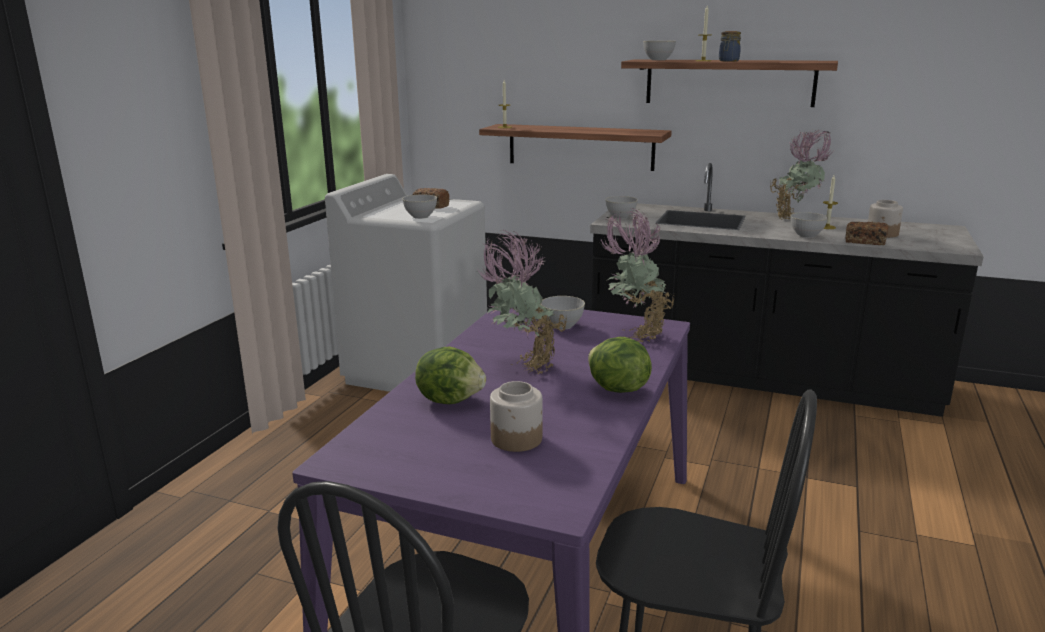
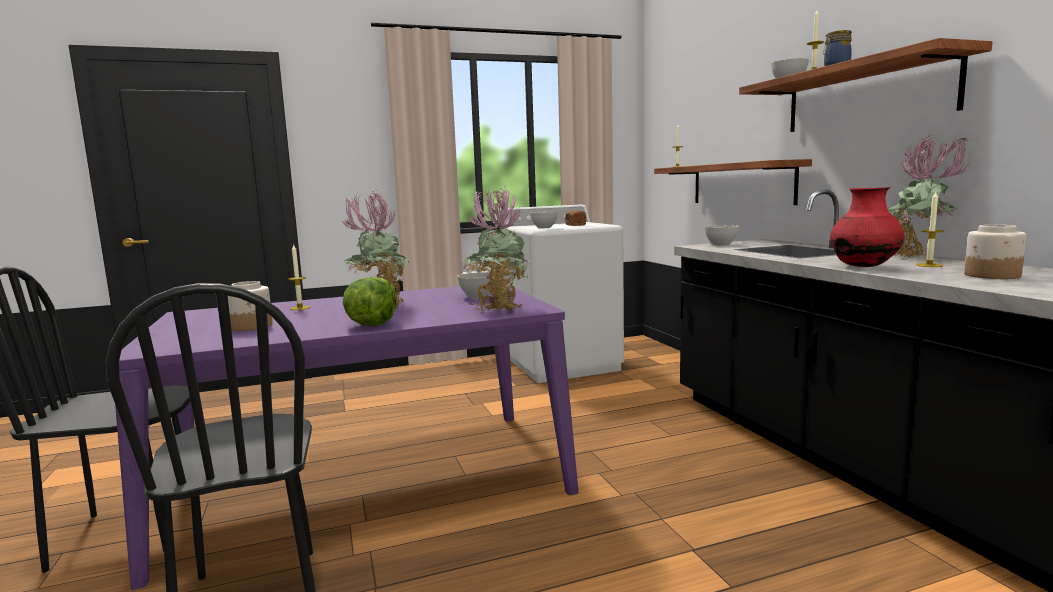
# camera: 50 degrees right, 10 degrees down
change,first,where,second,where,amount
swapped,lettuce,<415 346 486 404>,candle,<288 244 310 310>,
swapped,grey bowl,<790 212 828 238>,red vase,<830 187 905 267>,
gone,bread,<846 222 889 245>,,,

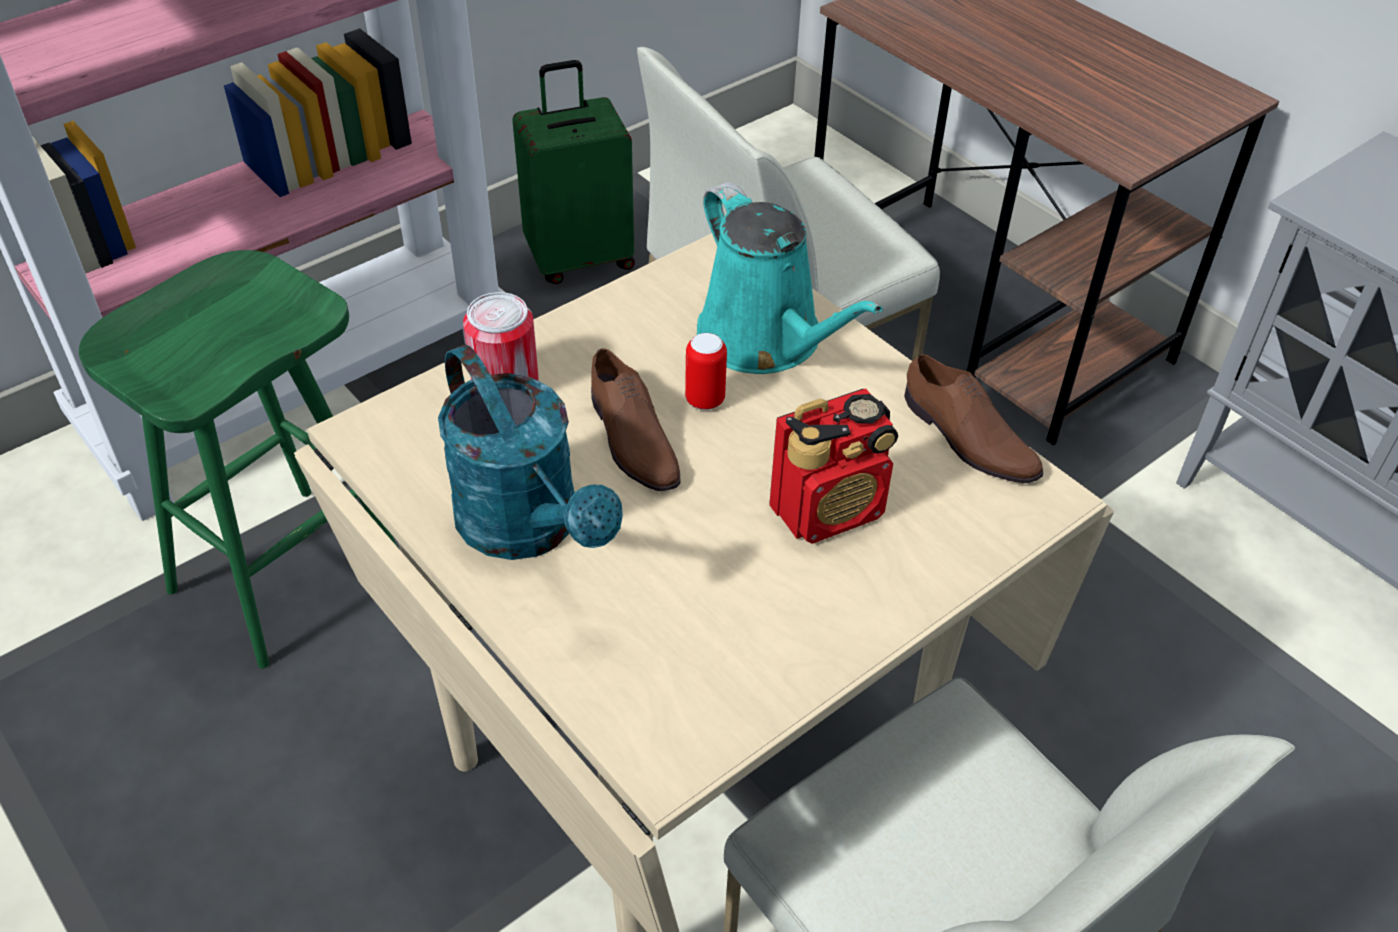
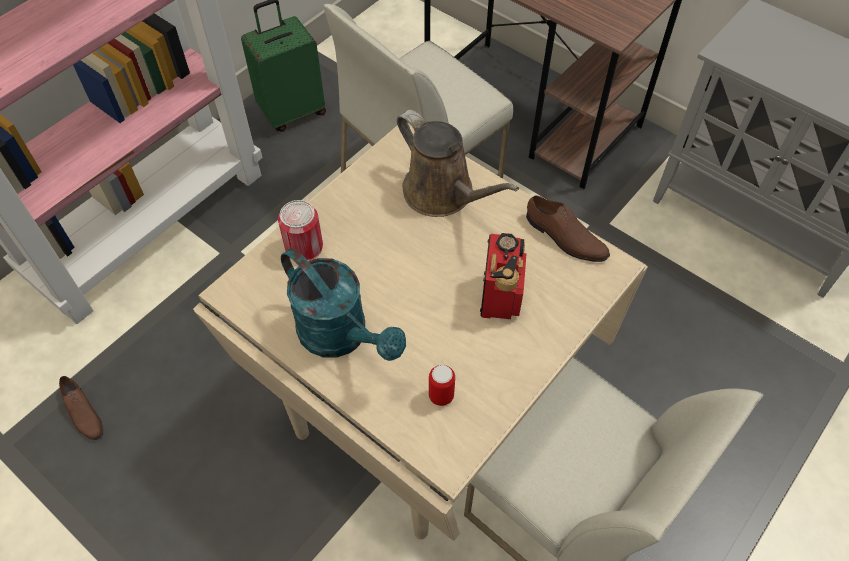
# camera: 10 degrees left, 10 degrees up
change,first,where,second,where,amount
gone,green stool,<79 250 398 669>,,,
shifted,brown shoe,<591 348 681 491>,,<59 376 103 440>,
shifted,can,<685 333 727 410>,,<429 365 455 406>,
repainted,turquoise watering can,<697 182 883 374>,brown watering can,<397 110 519 217>,
rotated,radio,<769 389 898 544>,,<480 233 527 319>,45 degrees counterclockwise

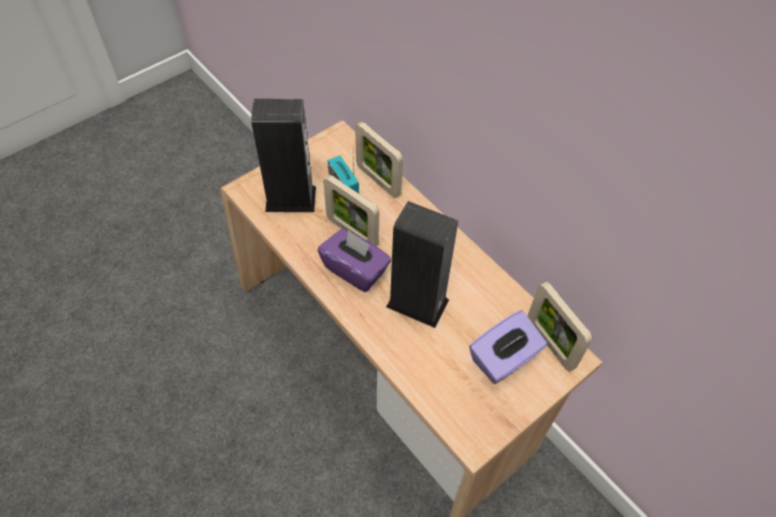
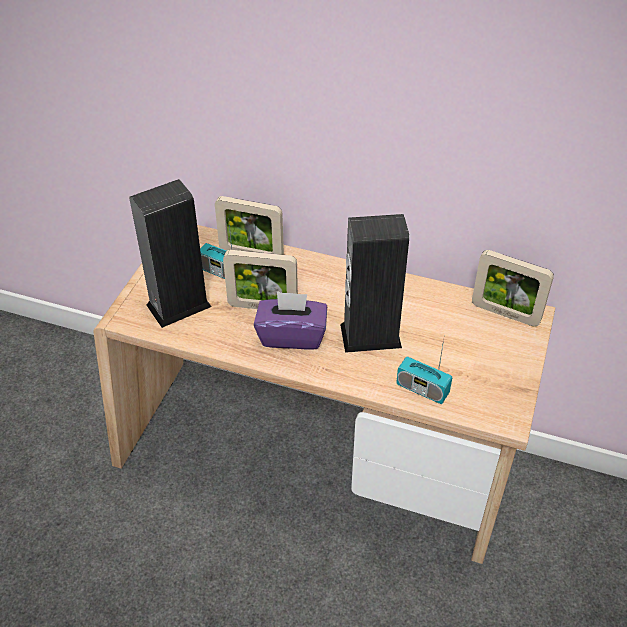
# camera: 30 degrees left, 10 degrees down
change,first,where,second,where,amount
gone,purple tissue box,<469 310 547 384>,,,
new,,,radio,<396 335 452 404>,

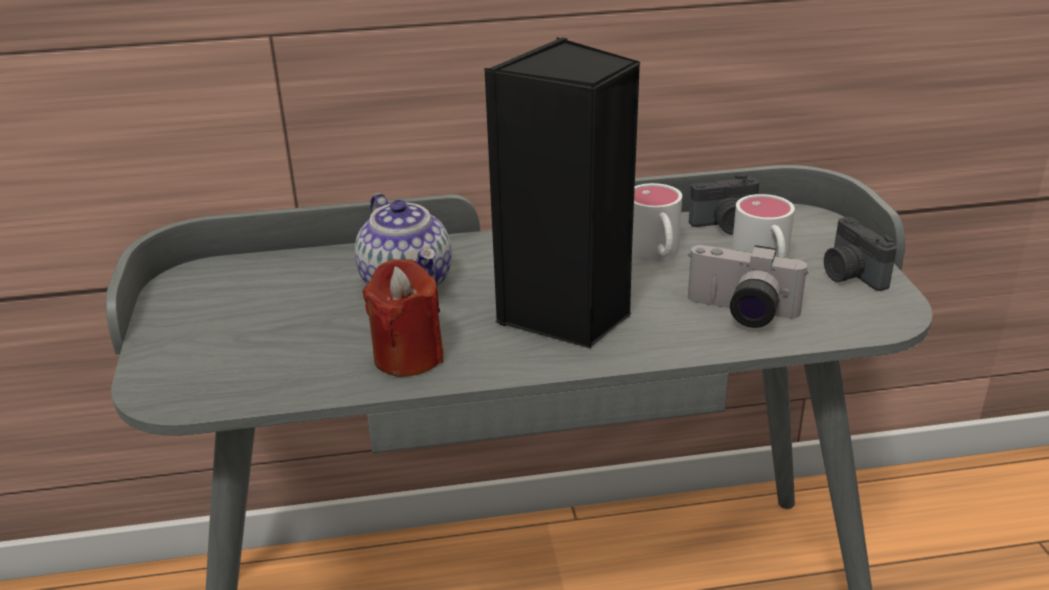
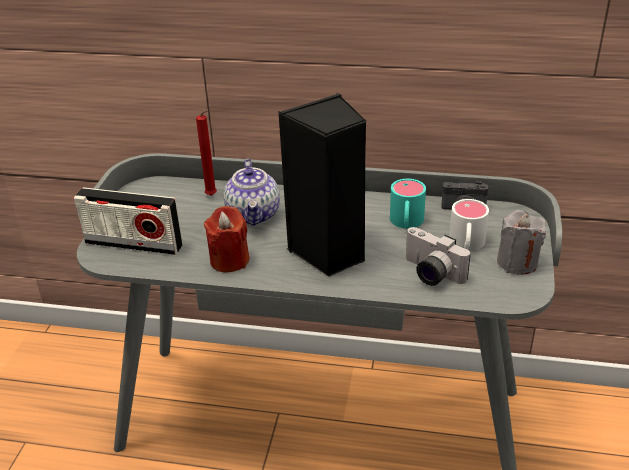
# camera: 20 degrees right, 5 degrees up
change,first,where,second,where,amount
repainted,white mug,<632 183 682 261>,turquoise mug,<390 179 426 229>,
swapped,photo camera,<824 217 897 291>,grey candle,<497 210 546 275>,
new,,,radio,<74 187 183 255>,
new,,,red candle,<196 110 217 196>,

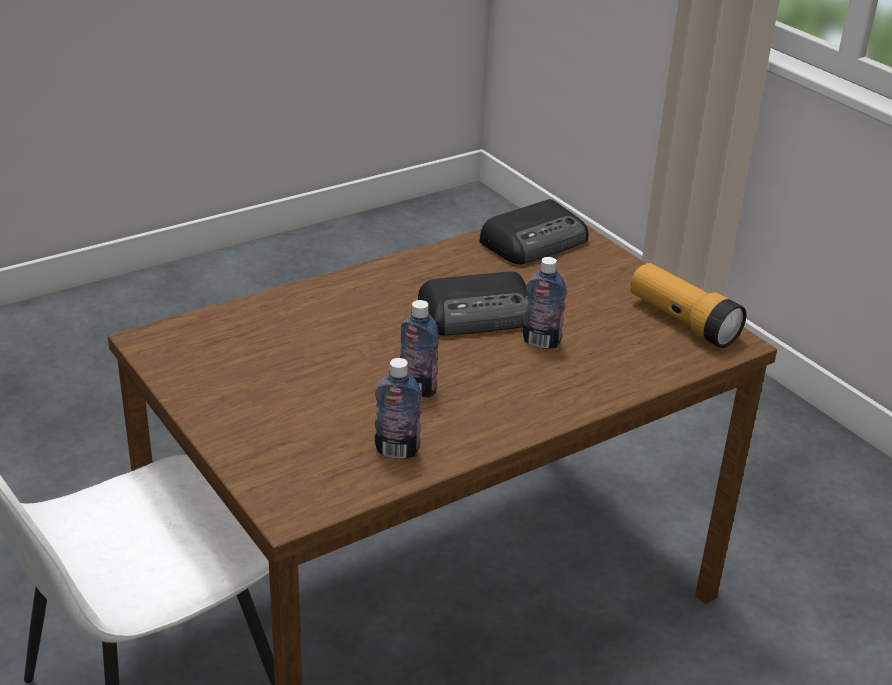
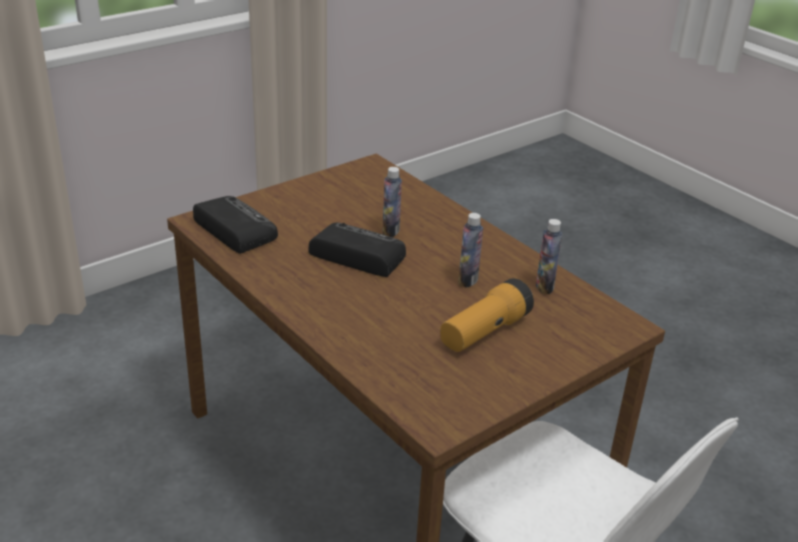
# camera: 95 degrees left, 0 degrees up
change,first,where,second,where,amount
rotated,radio,<418 271 527 335>,,<308 223 406 277>,45 degrees counterclockwise
shifted,flashlight,<631 263 746 348>,,<440 278 534 352>,

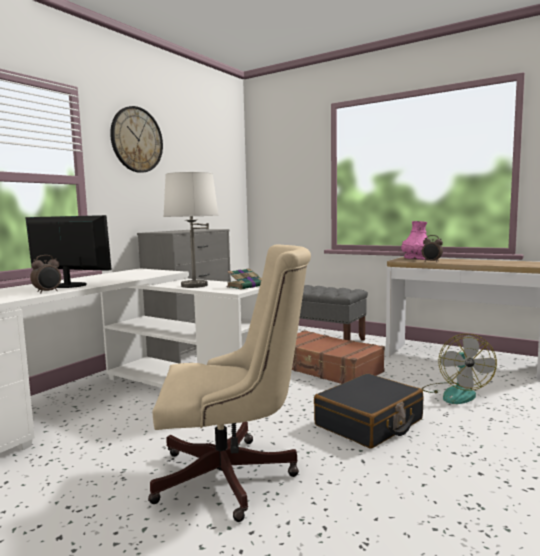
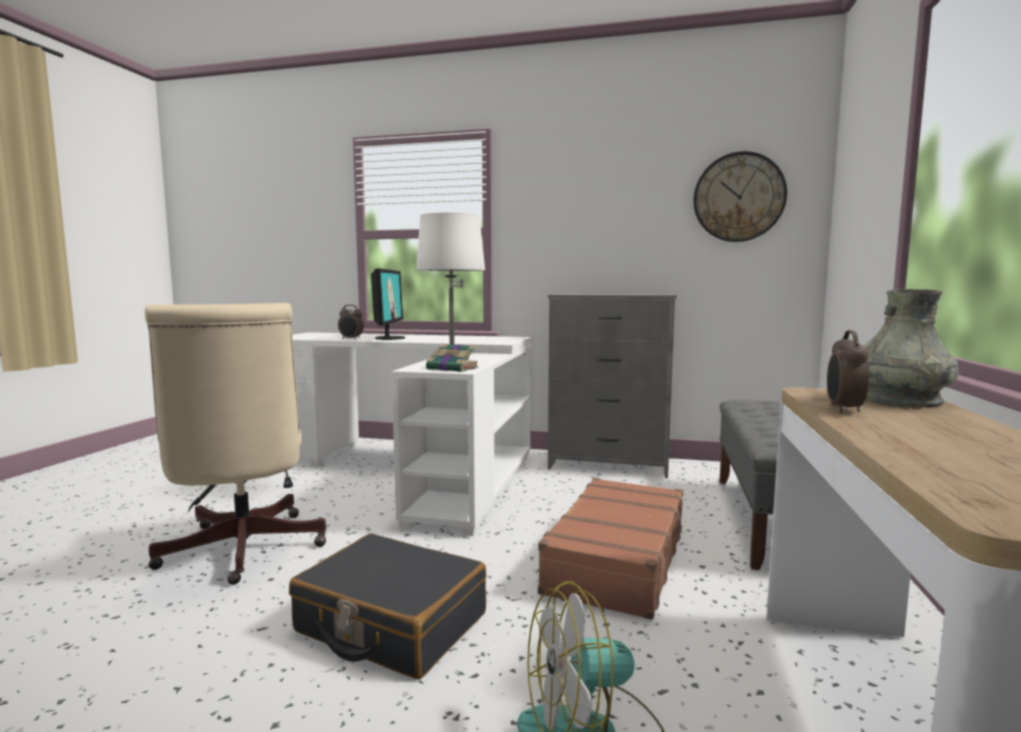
# camera: 70 degrees right, 0 degrees up
change,first,where,second,where,amount
shifted,wall clock,<110 106 163 173>,,<694 151 787 242>,
repainted,pink vase,<401 221 427 260>,grey vase,<864 289 959 408>,

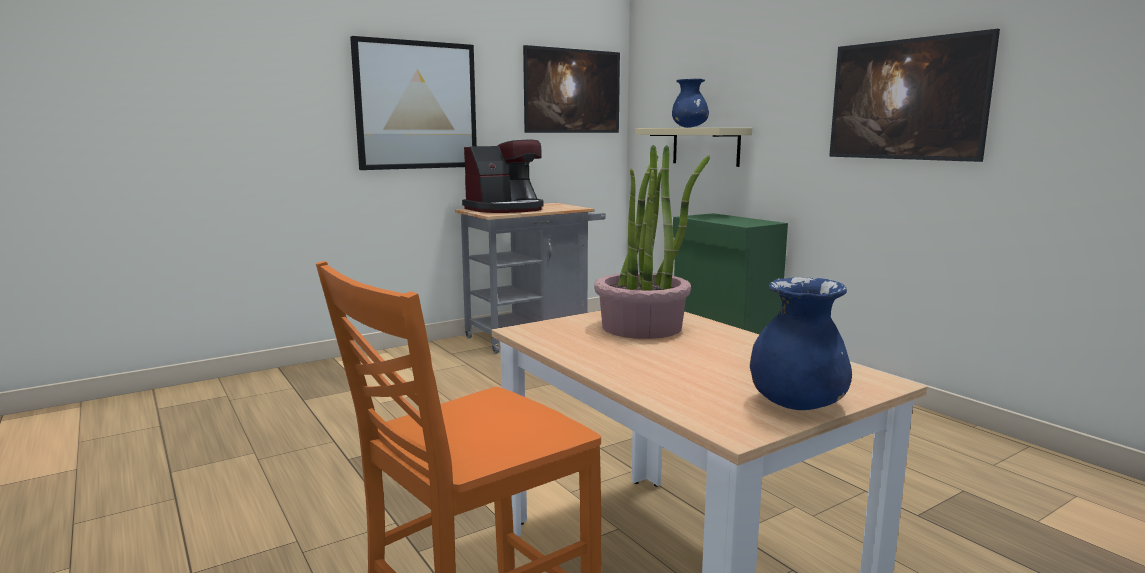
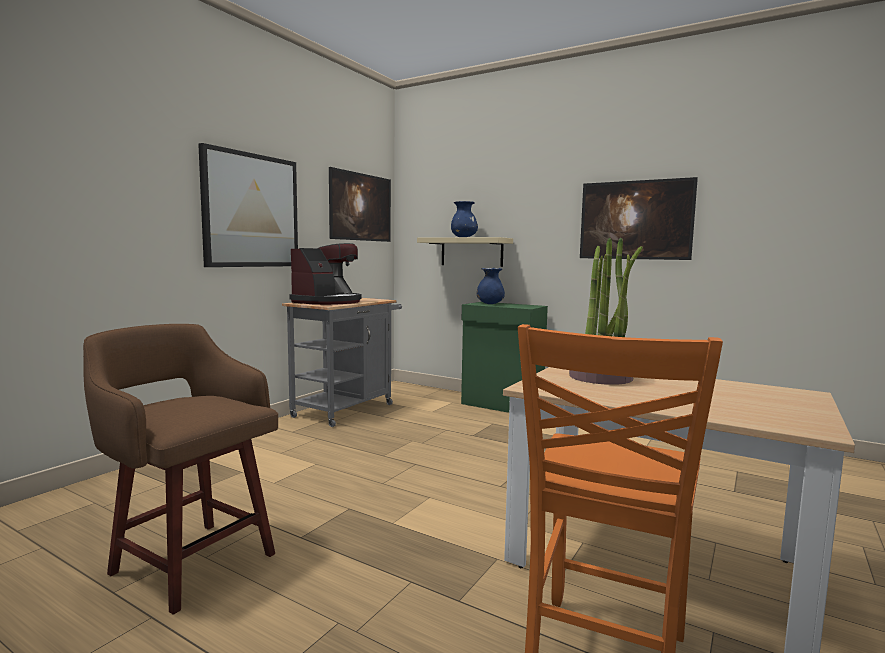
# camera: 25 degrees left, 5 degrees down
change,first,where,second,where,amount
shifted,blue vase,<750 277 852 410>,,<477 268 505 304>,
new,,,brown stool,<83 324 278 615>,

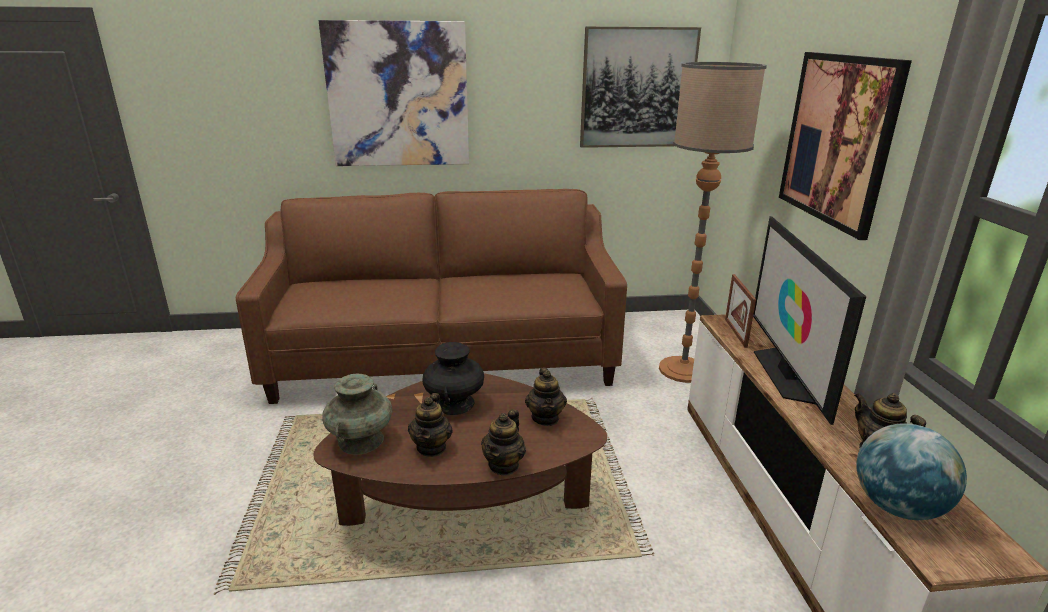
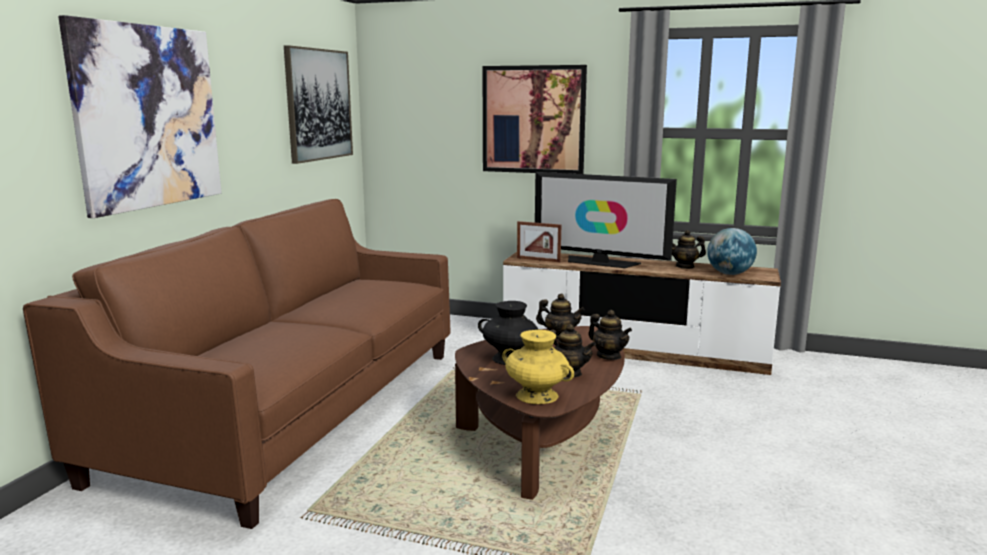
# camera: 65 degrees left, 10 degrees down
change,first,where,second,where,amount
repainted,turquoise vase,<322 374 392 455>,yellow vase,<502 330 574 404>,
gone,floor lamp,<659 62 767 383>,,,

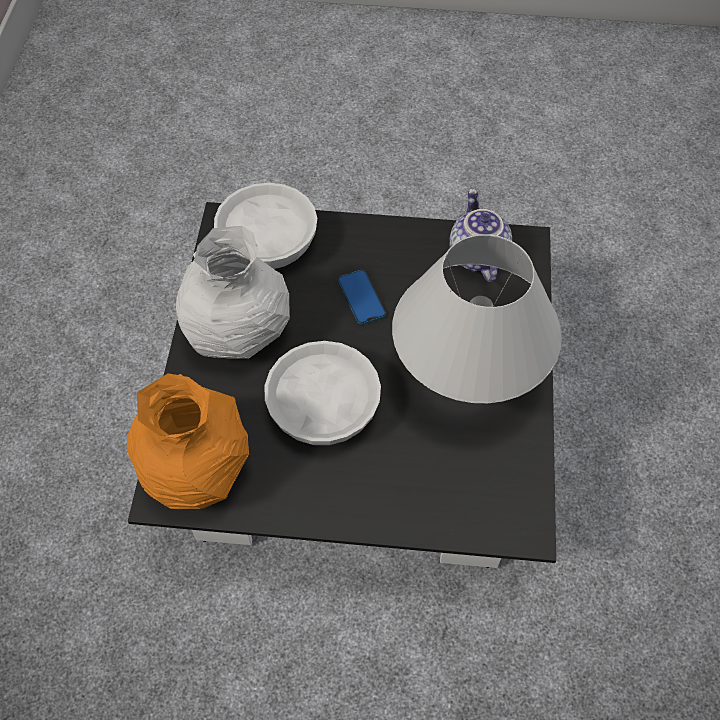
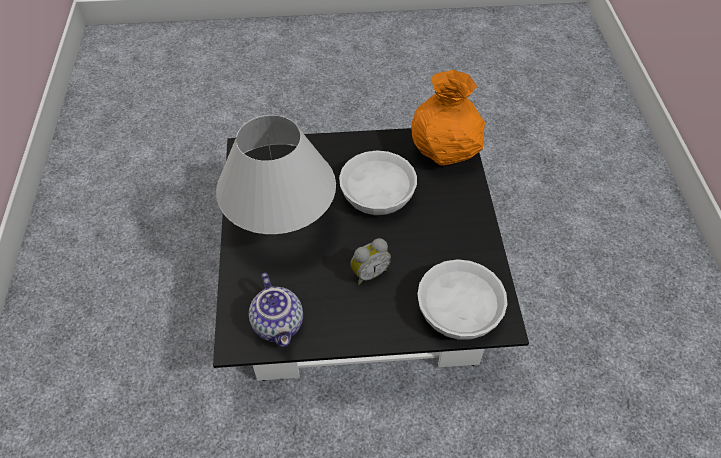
# camera: 170 degrees right, 5 degrees down
change,first,where,second,where,amount
gone,white vase,<176 226 290 358>,,,
swapped,phone,<338 270 386 325>,alarm clock,<350 238 391 285>,

